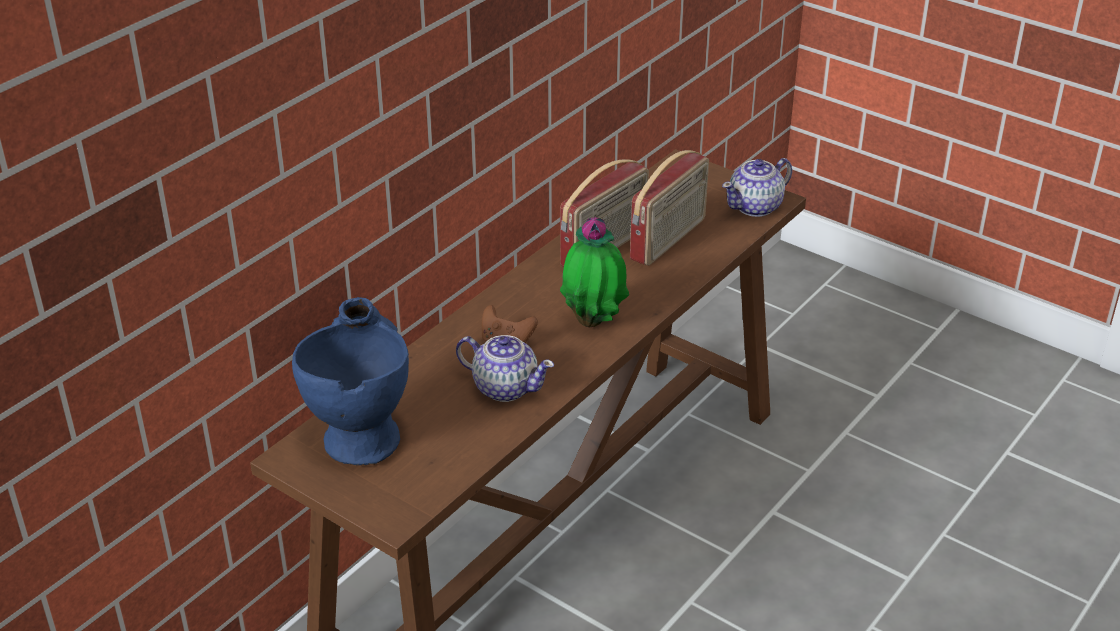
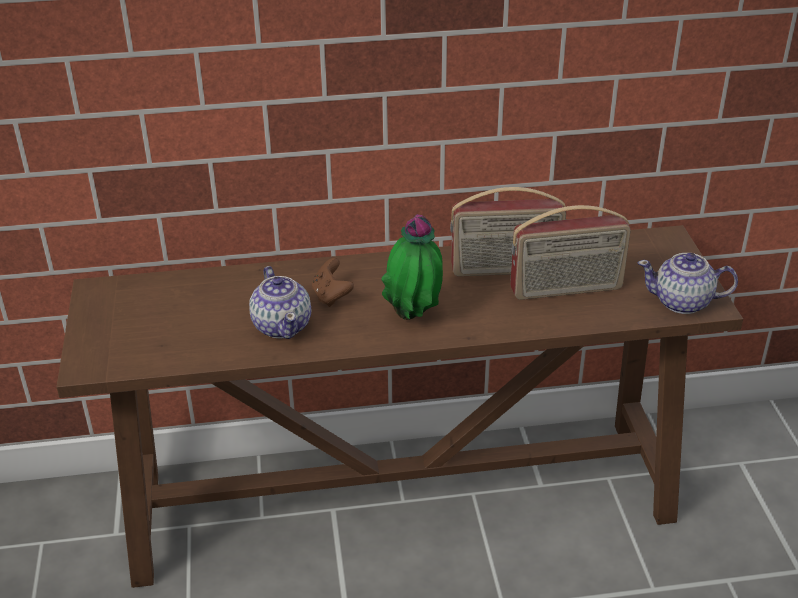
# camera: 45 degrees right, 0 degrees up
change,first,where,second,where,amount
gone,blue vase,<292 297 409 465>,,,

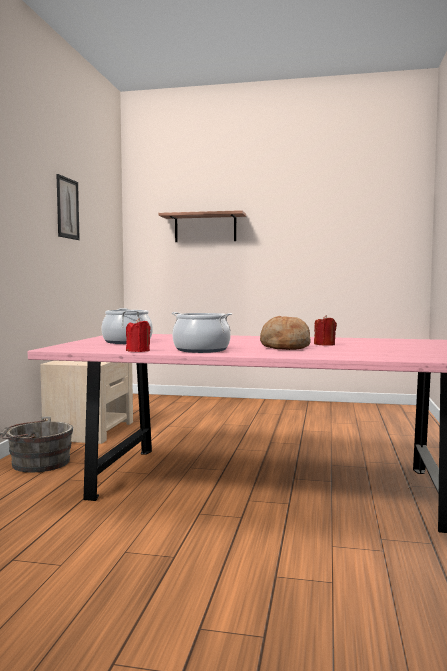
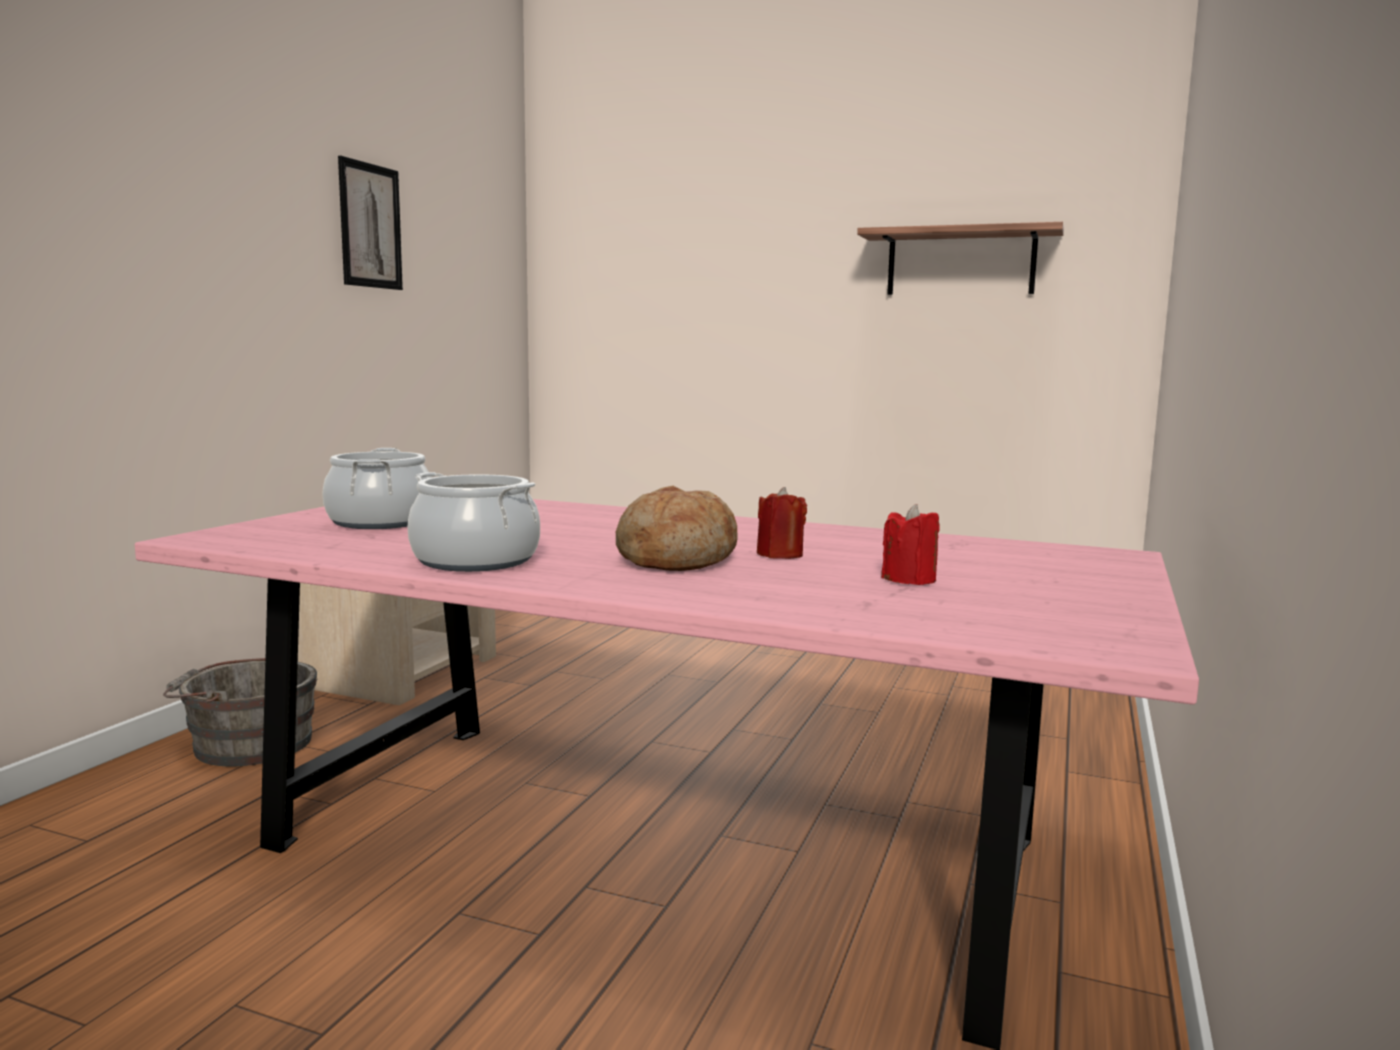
# camera: 10 degrees right, 5 degrees up
change,first,where,second,where,amount
shifted,red candle,<126 318 151 352>,,<881 504 940 585>,
shifted,shelf,<159 210 246 242>,,<857 222 1064 295>,

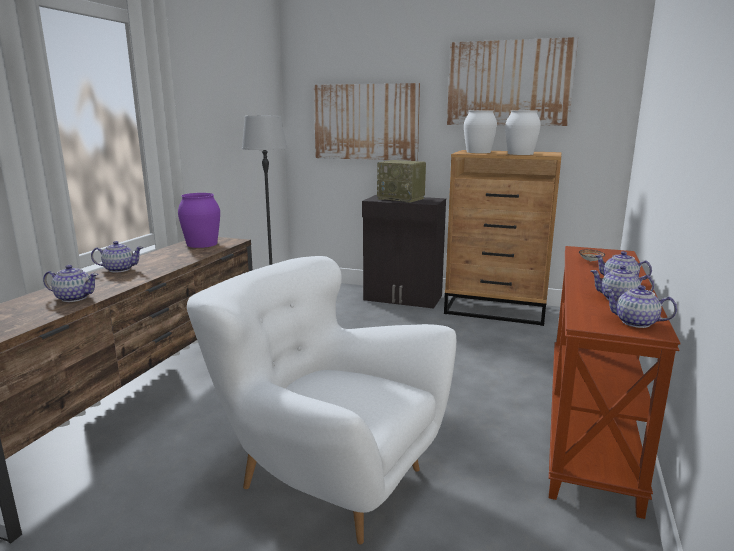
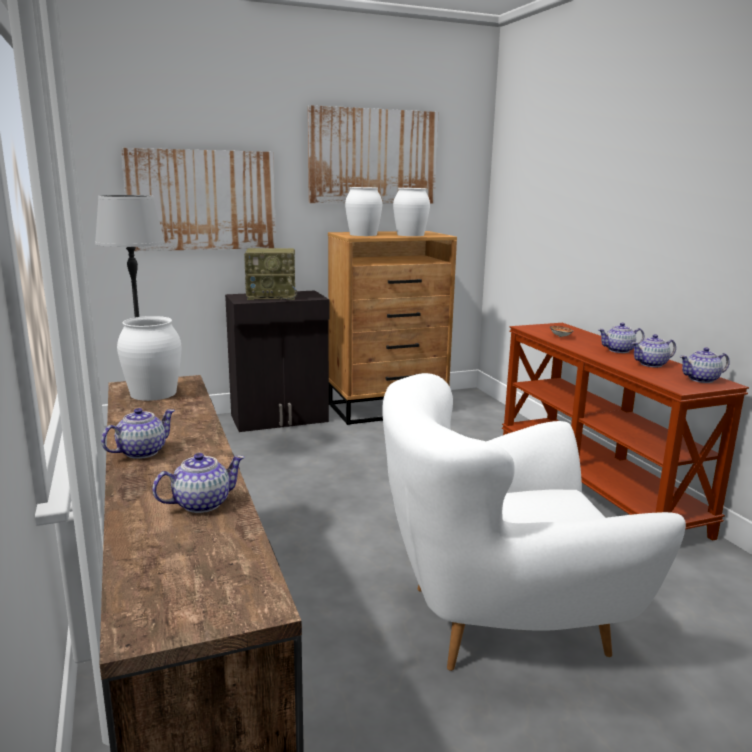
# camera: 40 degrees left, 0 degrees up
change,first,where,second,where,amount
repainted,purple vase,<178 193 220 248>,white vase,<117 316 182 401>,

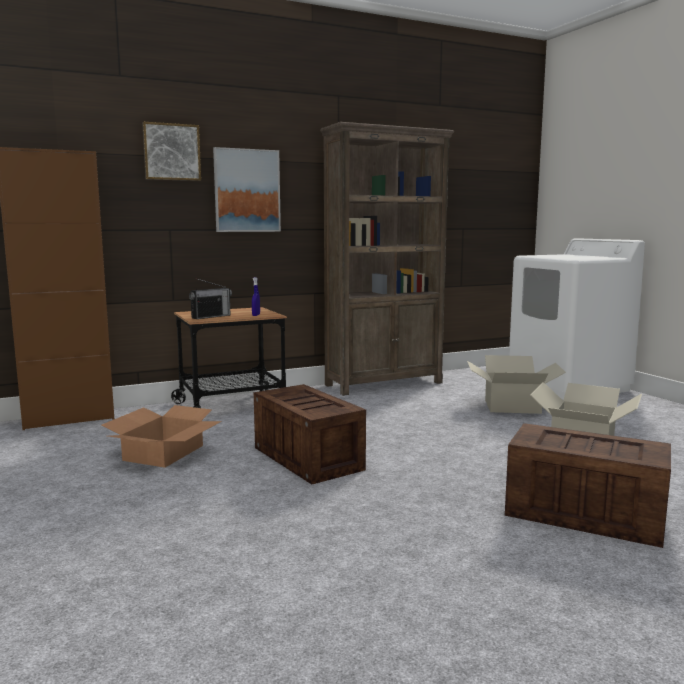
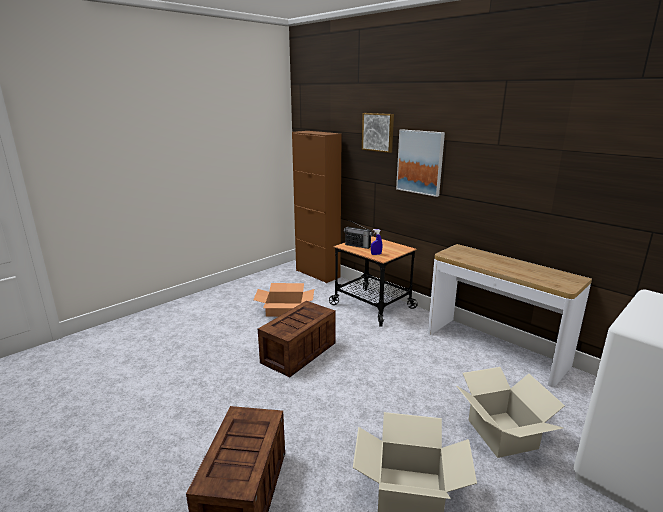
# camera: 70 degrees right, 10 degrees up
change,first,where,second,where,amount
swapped,brown bookcase,<320 122 454 396>,console table,<428 244 592 387>,

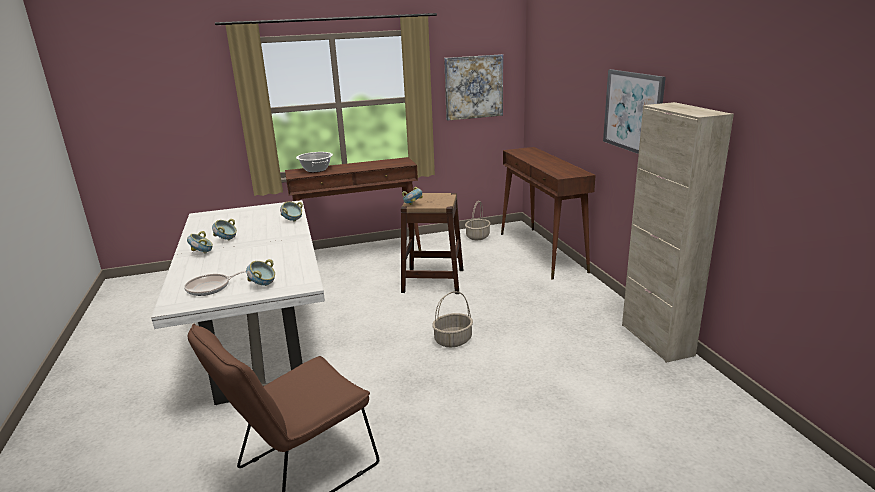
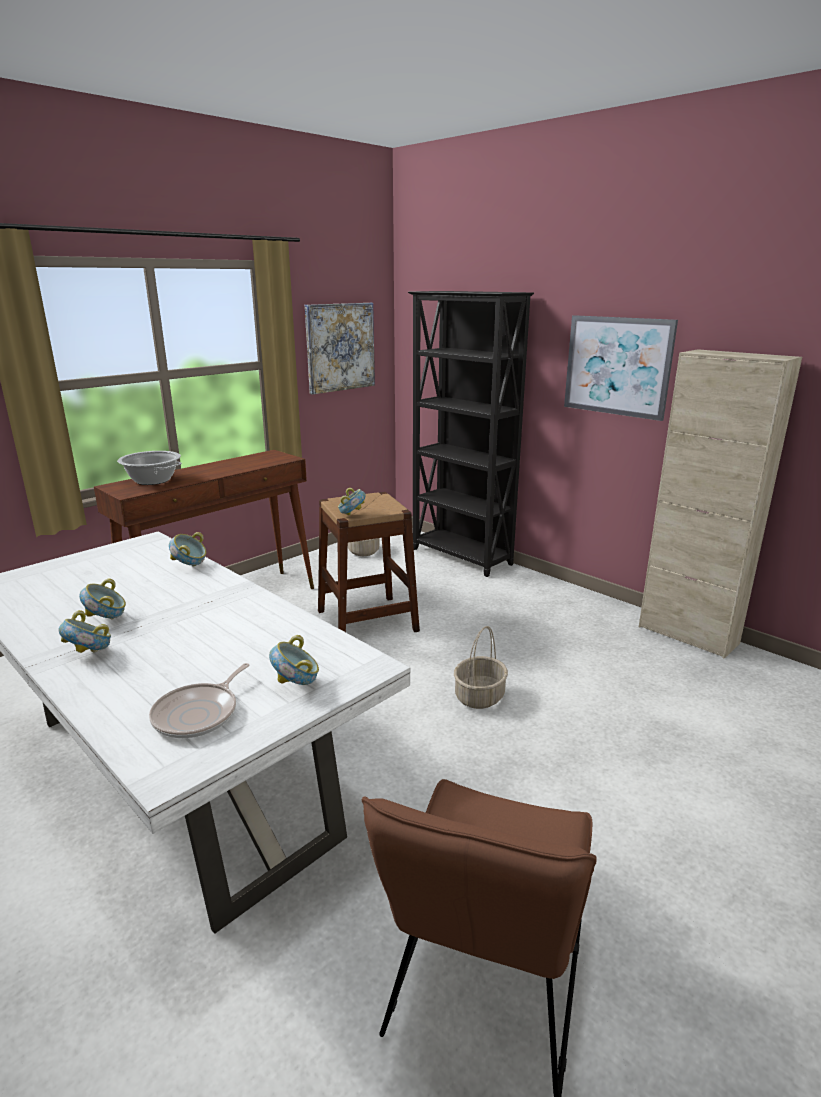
# camera: 30 degrees left, 0 degrees up
change,first,where,second,where,amount
swapped,brown console table,<501 147 595 280>,black bookcase,<408 291 534 577>,

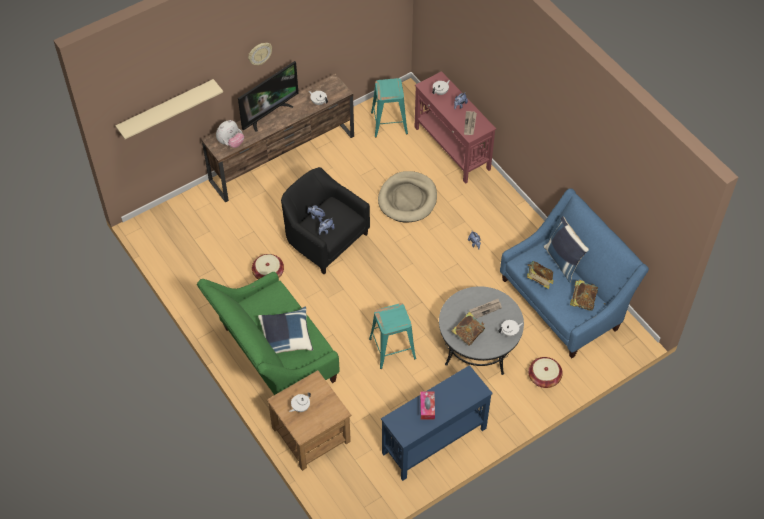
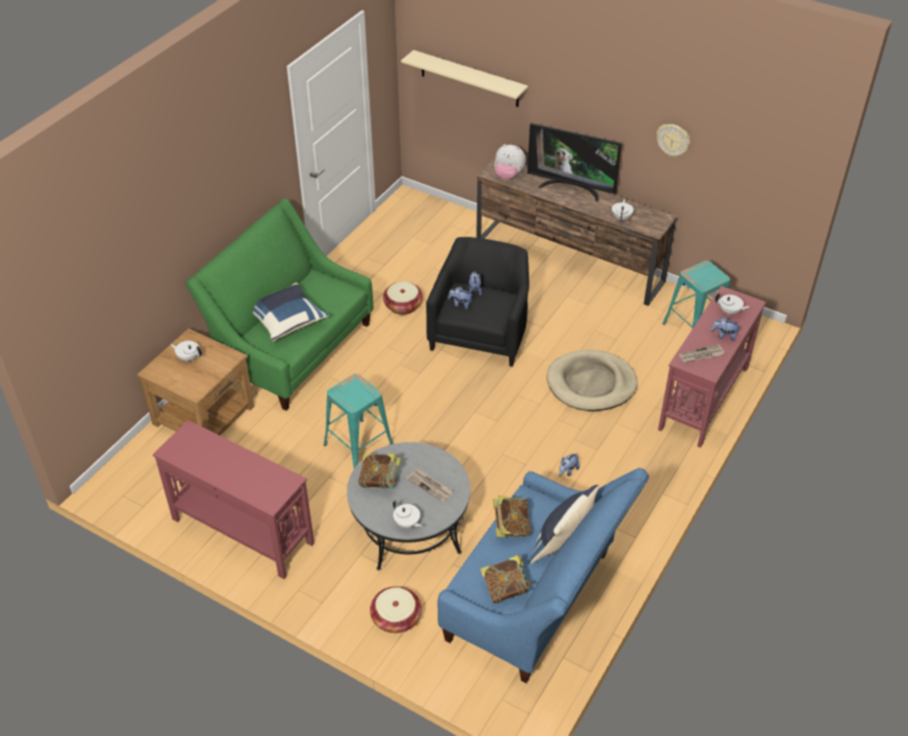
# camera: 65 degrees right, 10 degrees down
change,first,where,second,where,amount
shifted,wall clock,<248 43 272 65>,,<657 124 690 156>,
repainted,blue console table,<381 365 493 481>,red console table,<153 420 314 579>,
gone,tissue box,<420 392 435 420>,,,

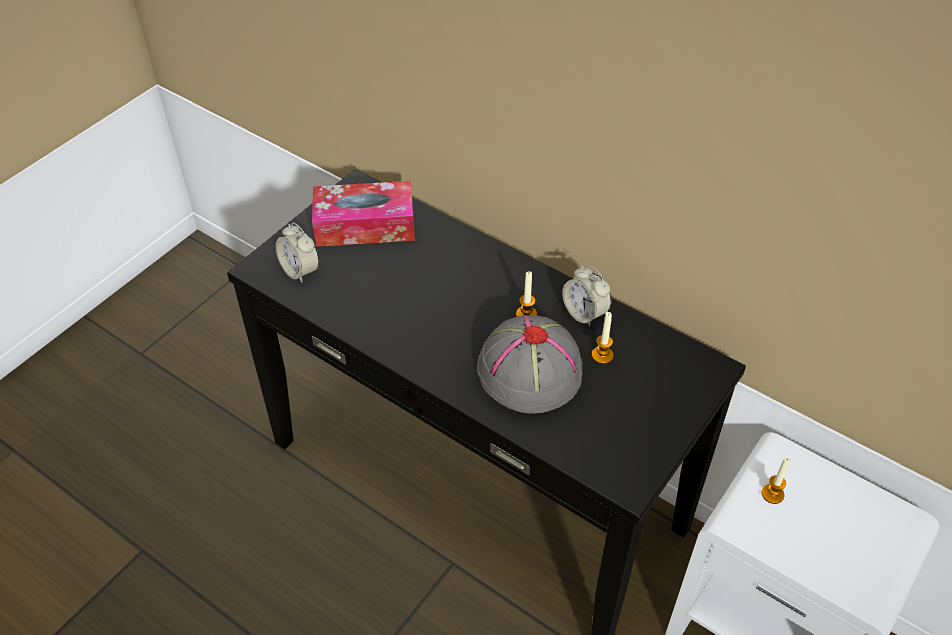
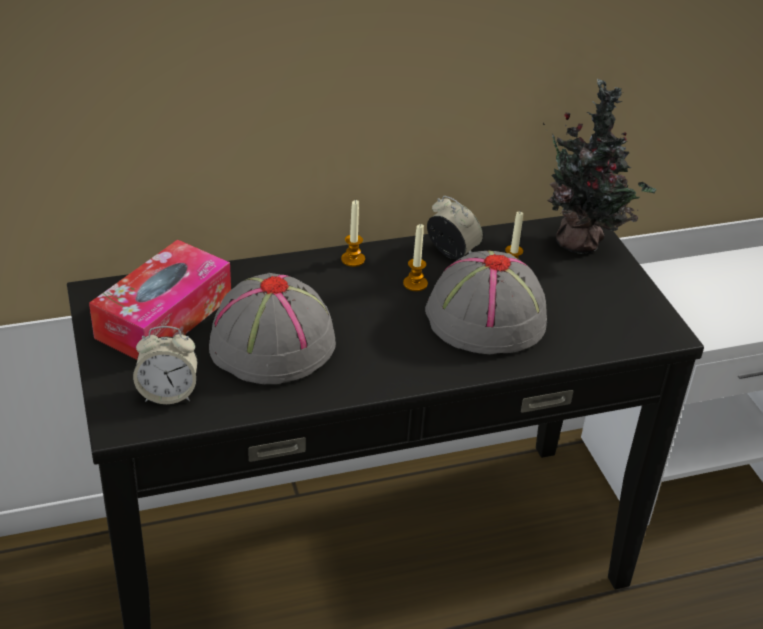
# camera: 55 degrees left, 10 degrees down
change,first,where,second,where,amount
rotated,alarm clock,<562 265 611 327>,,<427 196 483 259>,135 degrees counterclockwise
shifted,candle,<762 457 791 504>,,<341 200 365 267>,
new,,,grey hat,<209 273 336 384>,
new,,,potted plant,<543 78 657 254>,

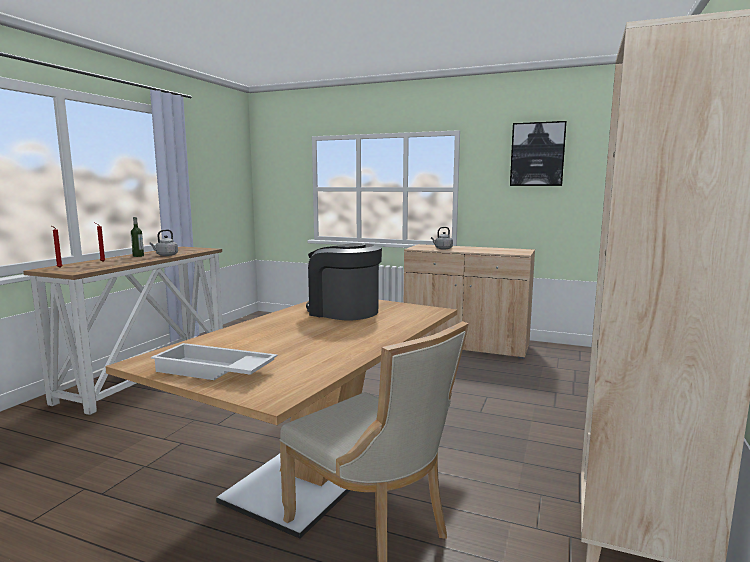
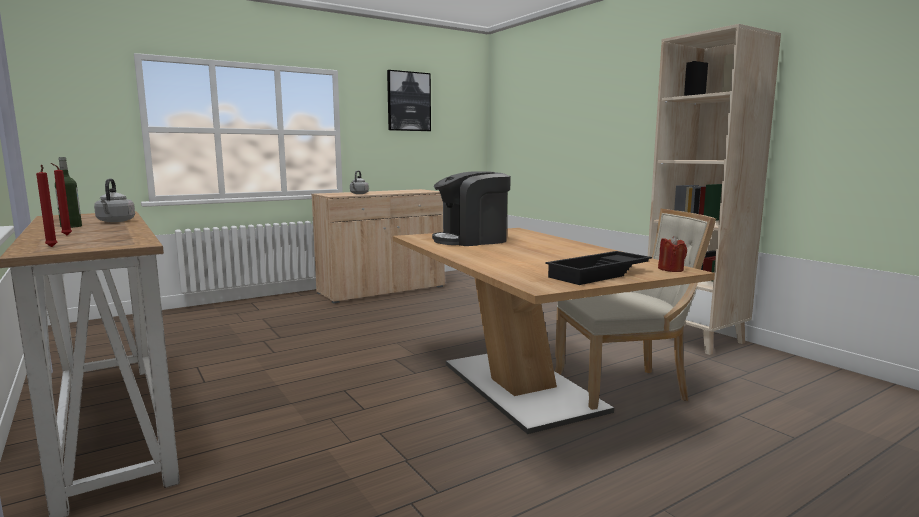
# camera: 55 degrees left, 0 degrees up
change,first,where,second,where,amount
repainted,white tray,<151 343 277 380>,black tray,<545 251 652 285>,
new,,,red candle,<658 236 687 272>,

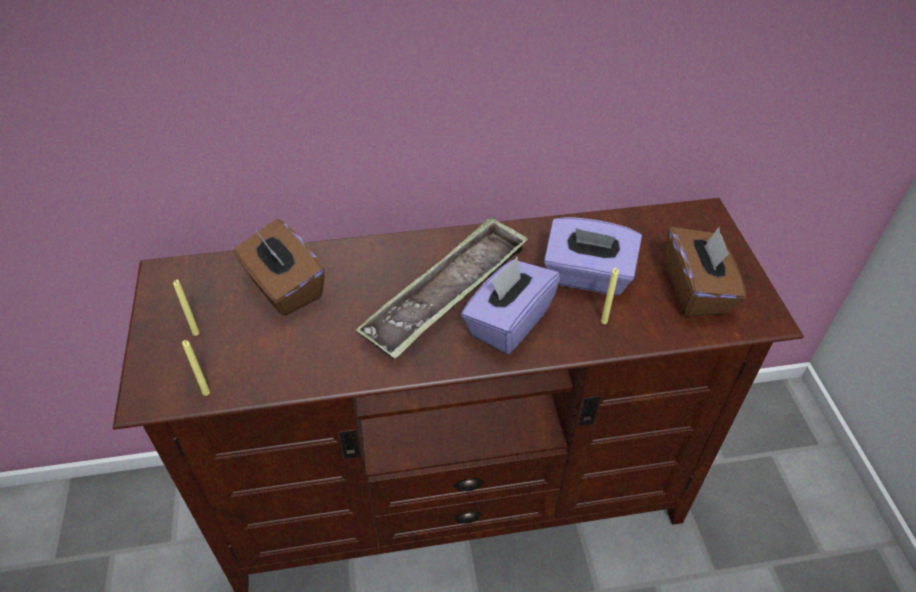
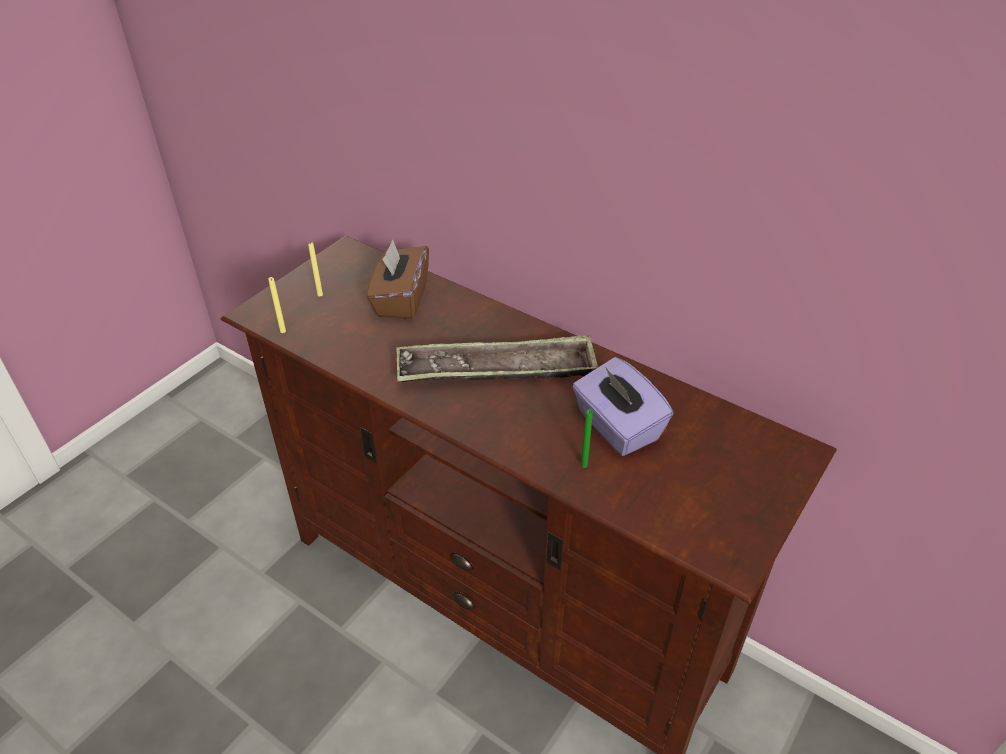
# camera: 45 degrees right, 5 degrees down
change,first,where,second,where,amount
gone,purple tissue box,<461 257 561 354>,,,
repainted,yellow candle,<601 268 619 324>,green candle,<581 409 593 468>,
gone,brown tissue box,<666 226 746 317>,,,

